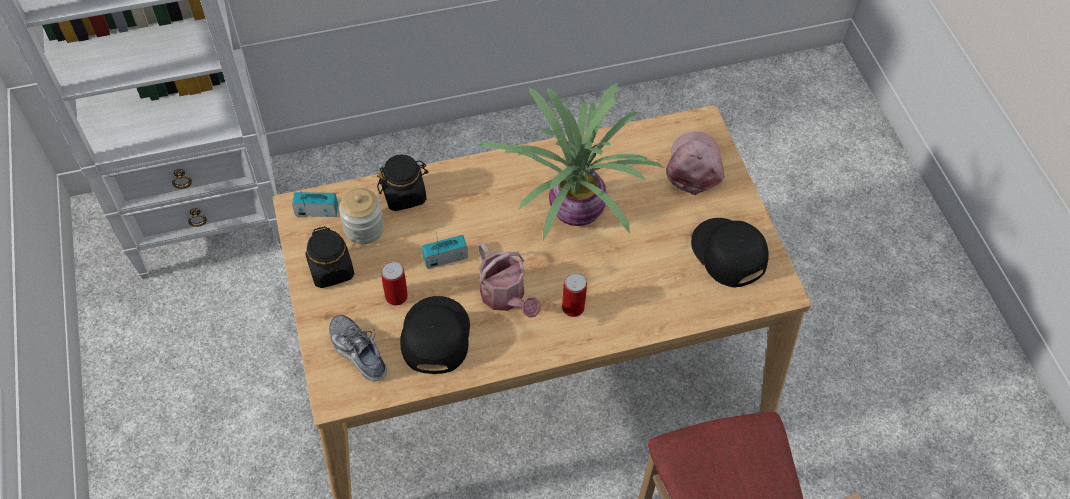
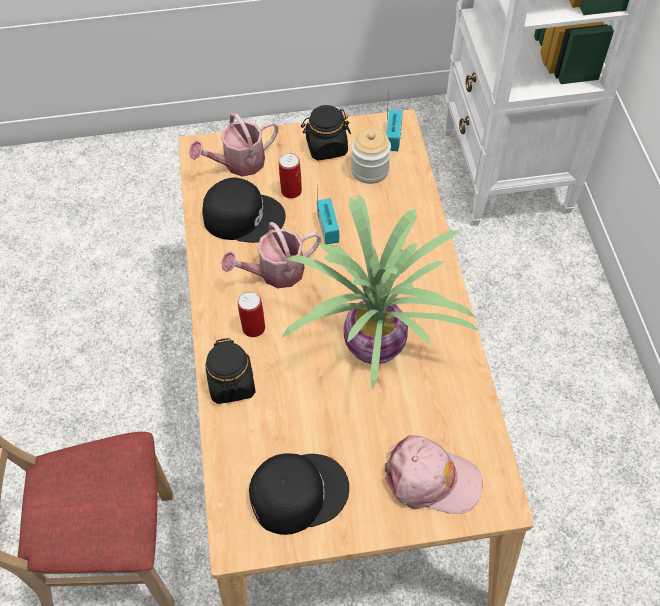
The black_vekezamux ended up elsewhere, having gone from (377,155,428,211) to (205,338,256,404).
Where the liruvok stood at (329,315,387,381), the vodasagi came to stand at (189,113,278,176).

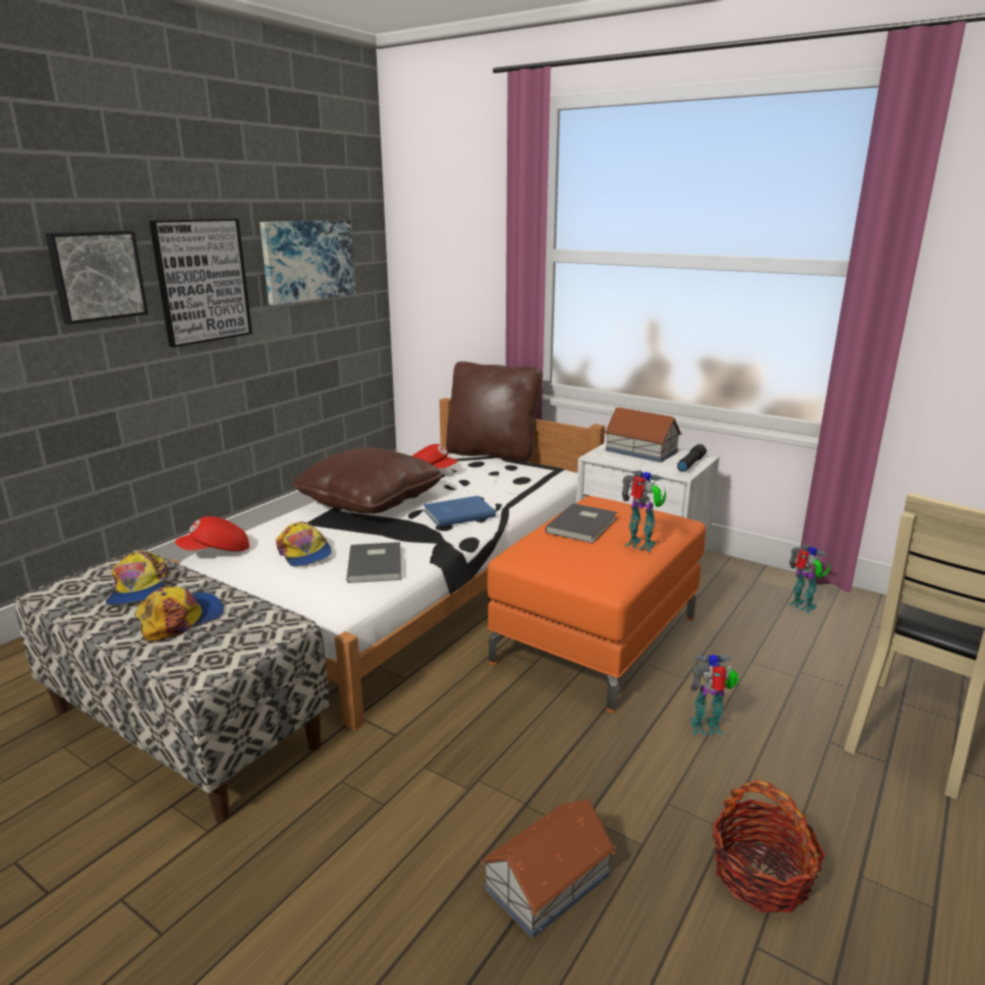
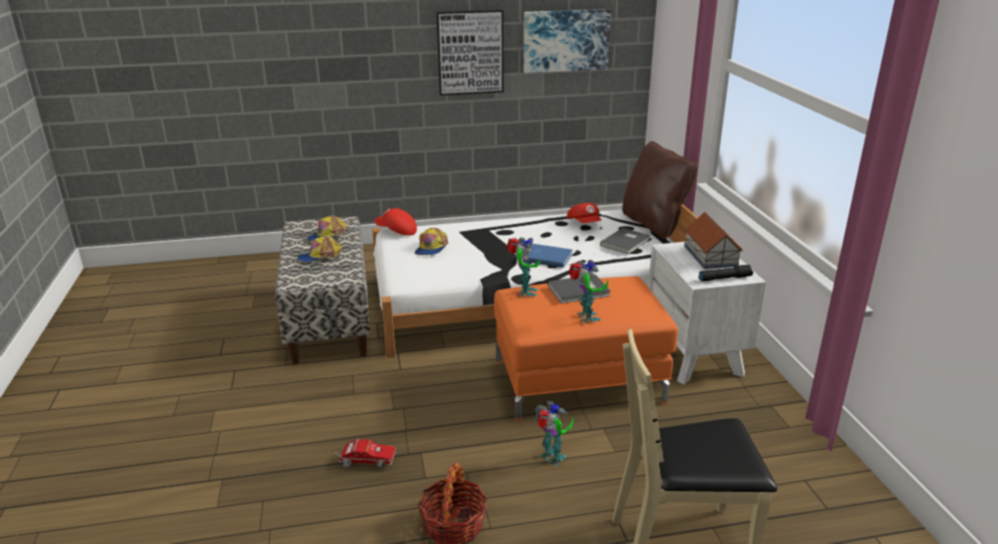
The second view lost the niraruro at (45,231,148,325).
The second view lost the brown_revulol at (291,447,443,514).
The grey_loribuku ended up elsewhere, having gone from (346,542,401,583) to (600,228,651,254).
The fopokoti ended up elsewhere, having gone from (788,544,830,613) to (506,237,541,296).
Where the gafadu stood at (480,799,616,938), the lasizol came to stand at (335,438,396,468).
The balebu at (135,586,224,641) ended up facing another way, 150 degrees clockwise from before.

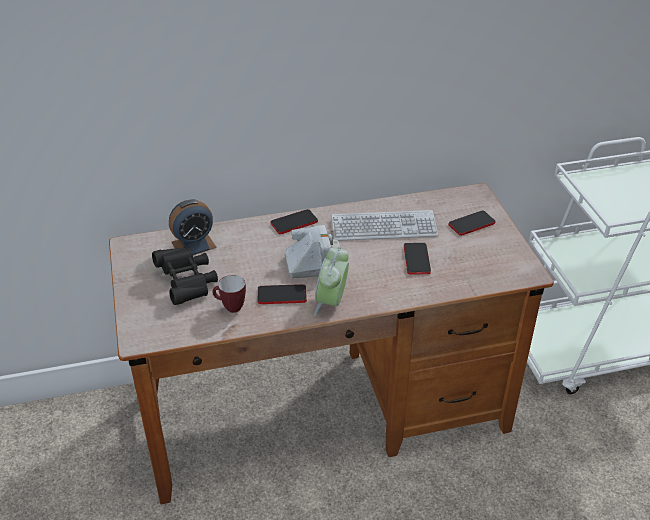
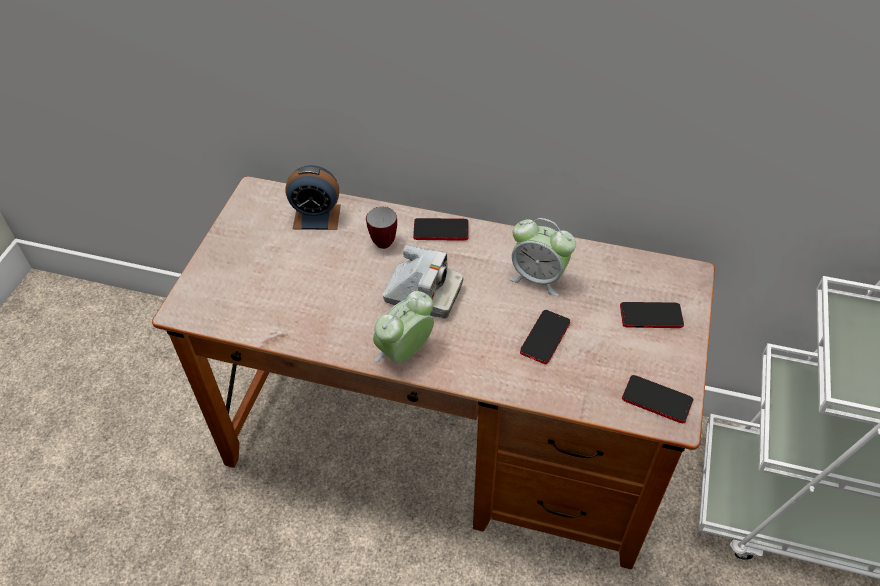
The second view lost the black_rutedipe at (152,247,218,305).
The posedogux ended up elsewhere, having gone from (212,275,246,313) to (366,207,397,249).
The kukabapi ended up elsewhere, having gone from (258,284,307,304) to (622,375,693,423).
Where the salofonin stood at (331,210,438,241), the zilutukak came to stand at (509,218,576,296).

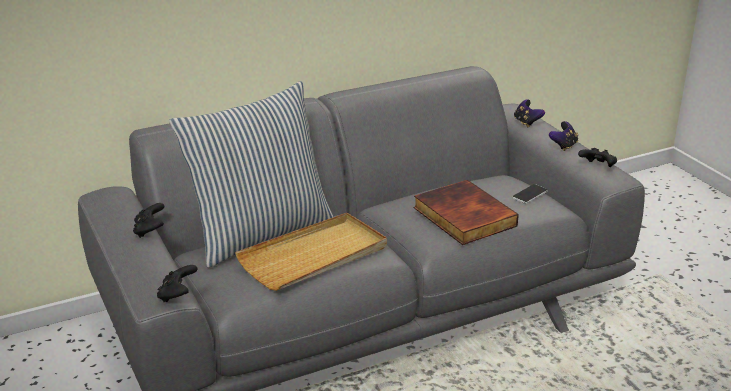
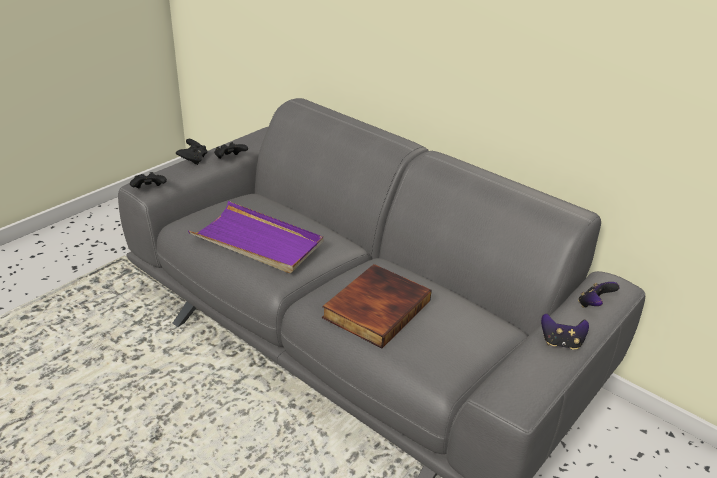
The second view lost the revulol at (169,81,334,268).
The second view lost the kukabapi at (512,184,548,204).
The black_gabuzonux ended up elsewhere, having gone from (578,148,617,167) to (176,139,208,165).
What was the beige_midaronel at (235,213,387,291) turned into the purple_midaronel at (188,201,323,273).

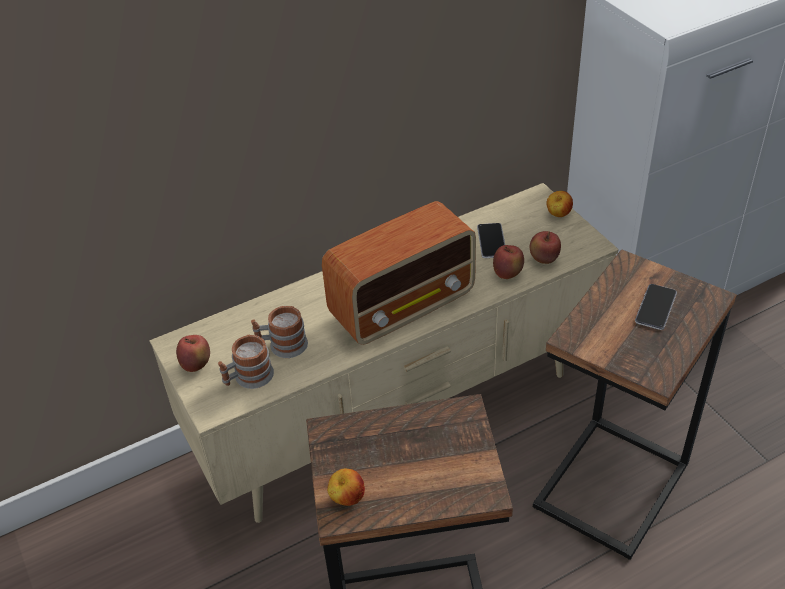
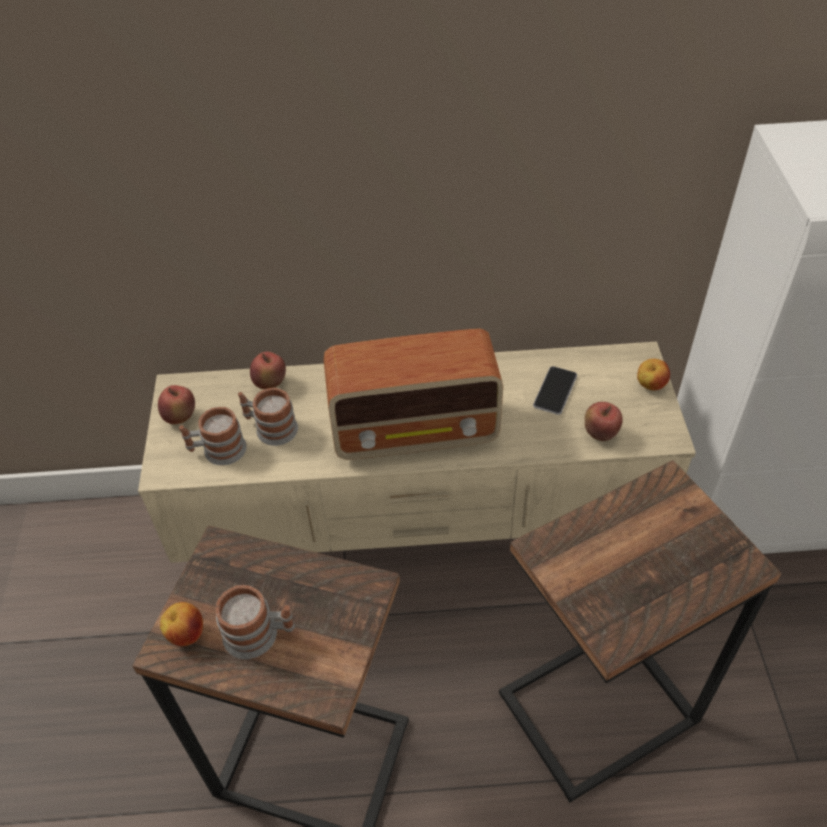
The second view lost the kukabapi at (635,284,677,330).
The second view gained the posedogux at (215,585,295,659).
The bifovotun ended up elsewhere, having gone from (493,245,524,279) to (250,351,286,389).

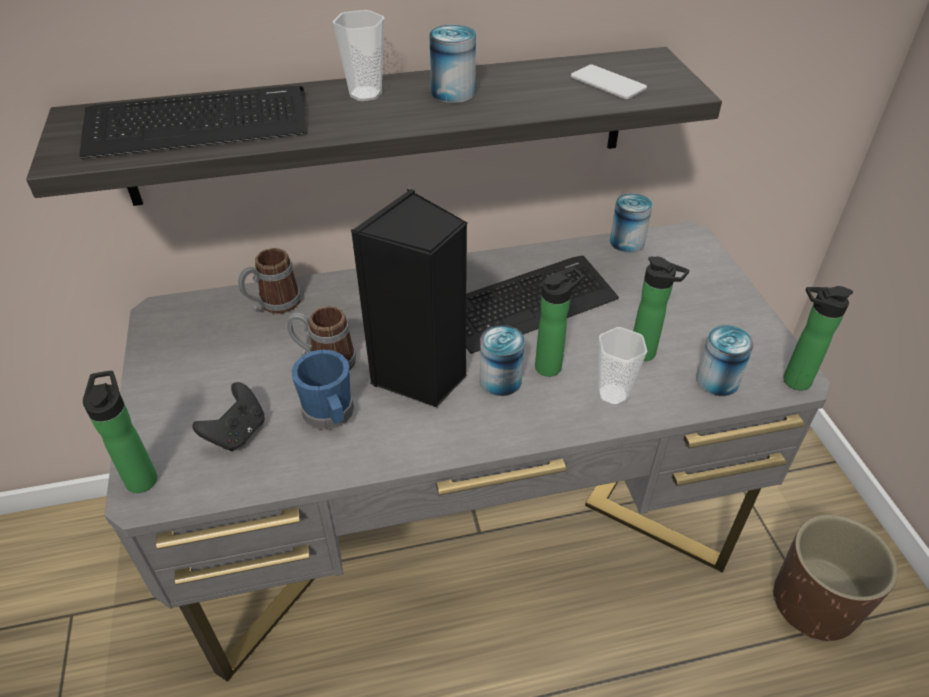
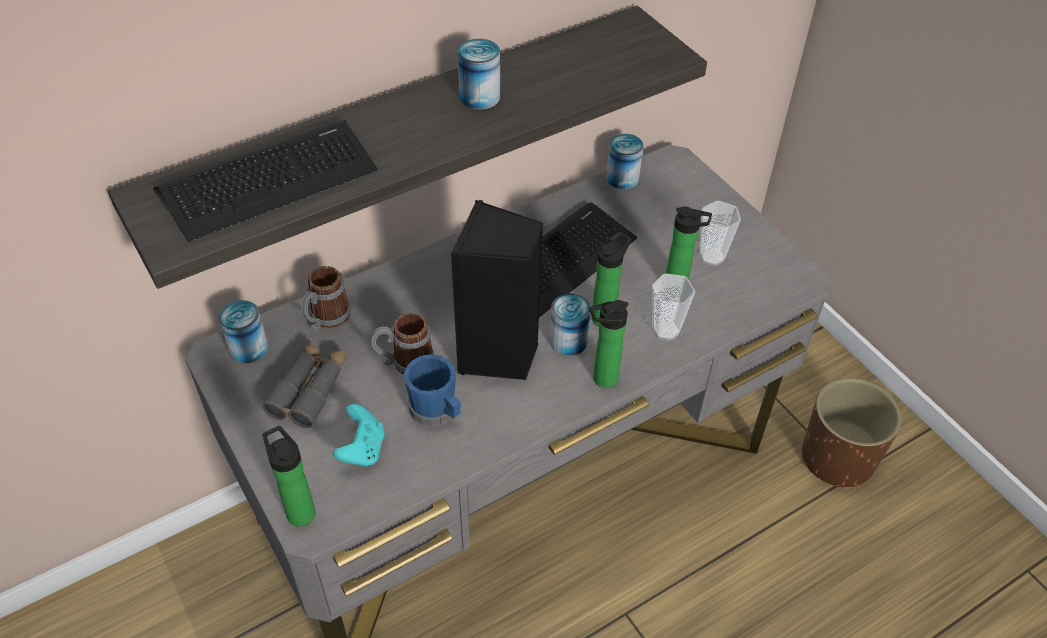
The second view lost the kukabapi at (571,65,647,99).
The second view gained the grey_rutedipe at (262,341,347,428).
The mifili ended up elsewhere, having gone from (333,10,385,101) to (700,201,741,266).
The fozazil ended up elsewhere, having gone from (696,325,754,396) to (219,300,268,364).
The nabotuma ended up elsewhere, having gone from (783,286,853,390) to (589,300,628,388).
What was the black_gabuzonux at (192,382,265,451) turned into the turquoise_gabuzonux at (333,404,385,467).

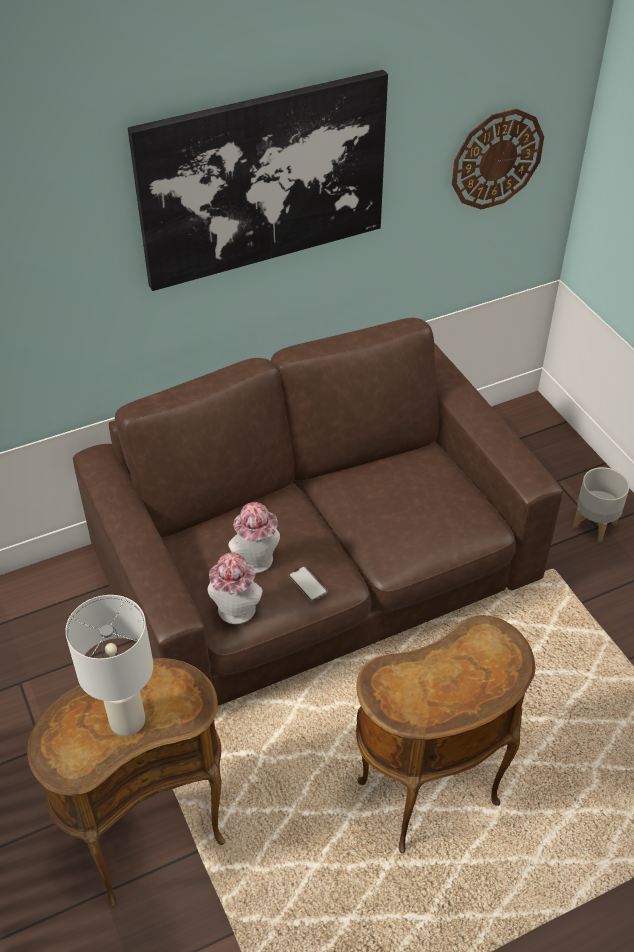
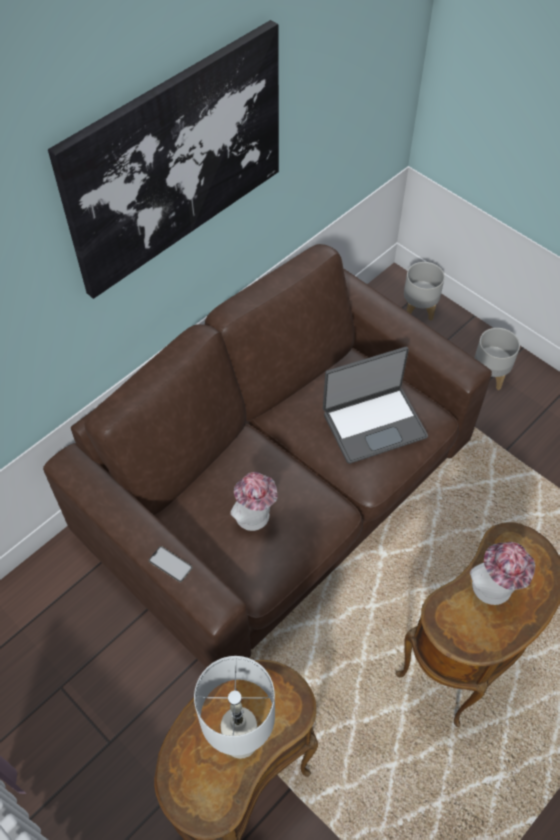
The second view lost the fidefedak at (452,109,544,209).
The second view gained the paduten at (323,347,428,464).
The second view gained the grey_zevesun at (404,262,445,321).
The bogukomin ended up elsewhere, having gone from (208,552,263,624) to (470,542,535,605).
The kukabapi ended up elsewhere, having gone from (288,566,328,601) to (149,546,193,582).

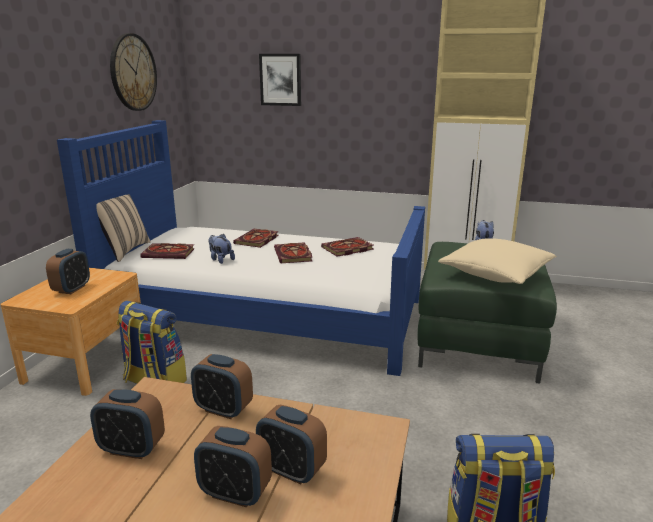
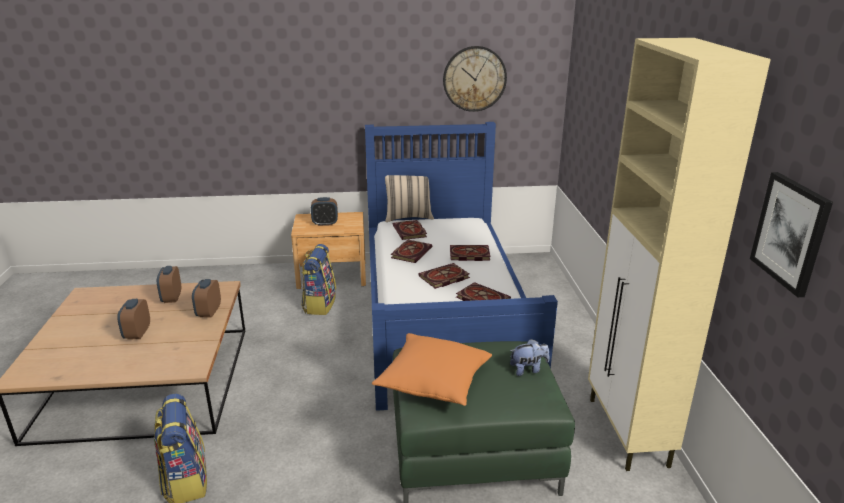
The second view lost the zilutukak at (256,405,327,484).
The niraruro ended up elsewhere, having gone from (259,54,301,106) to (750,172,833,297).
Where the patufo stood at (208,233,235,264), the loribuku came to stand at (391,240,432,263).
What was the beige_revulol at (438,238,557,284) turned into the orange_revulol at (372,333,492,406).

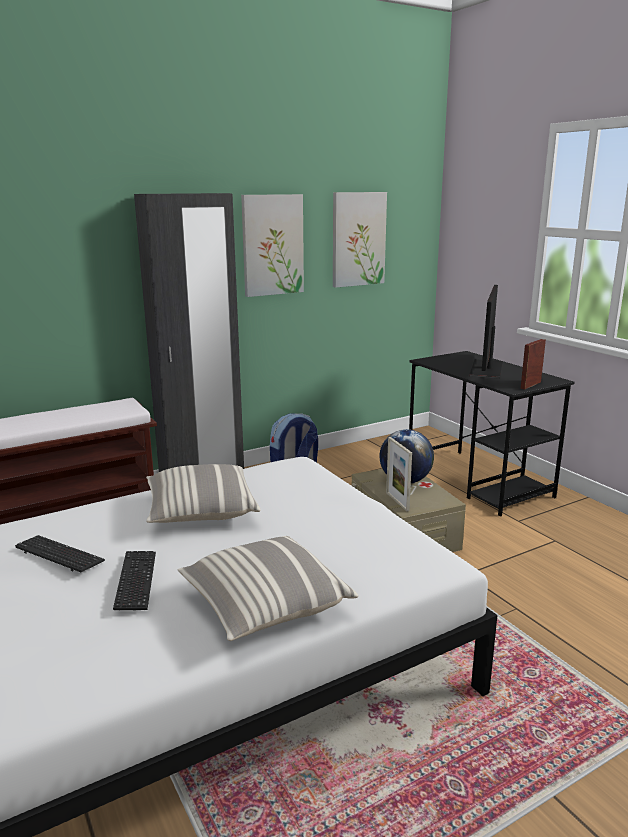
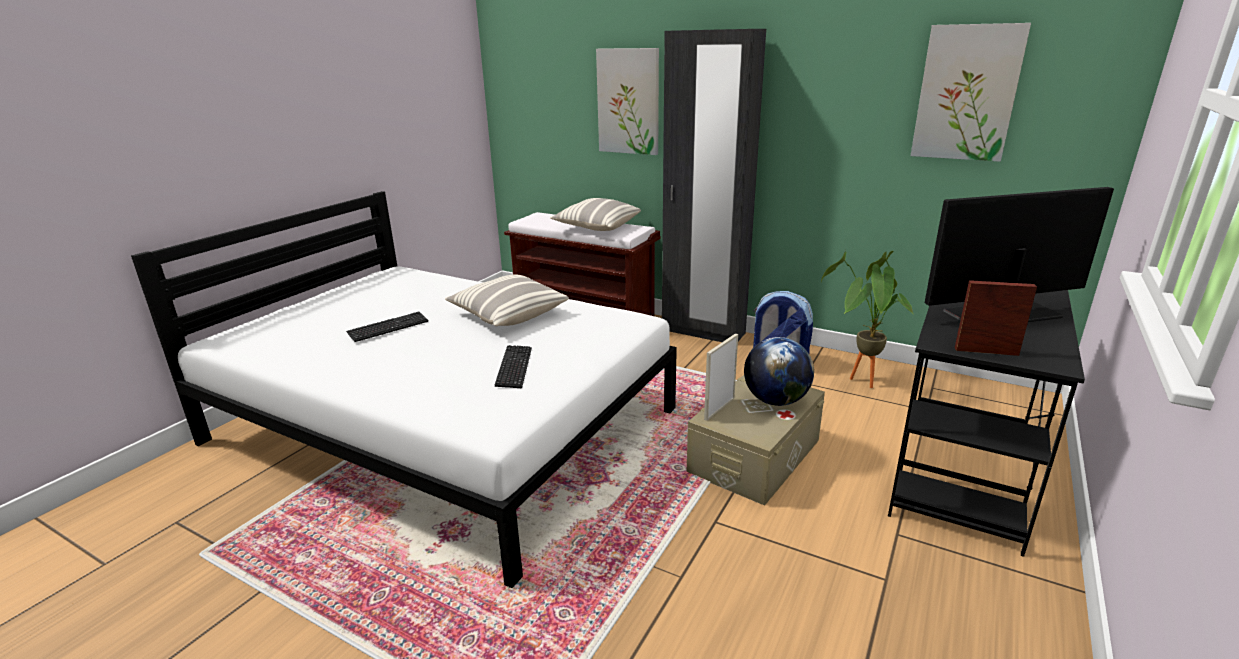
The second view gained the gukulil at (820,250,914,388).
The salofonin ended up elsewhere, having gone from (15,535,105,572) to (494,345,532,388).
The revulol ended up elsewhere, having gone from (177,536,358,641) to (550,198,641,231).
The niraruro ended up elsewhere, having gone from (241,194,304,297) to (596,48,659,155).

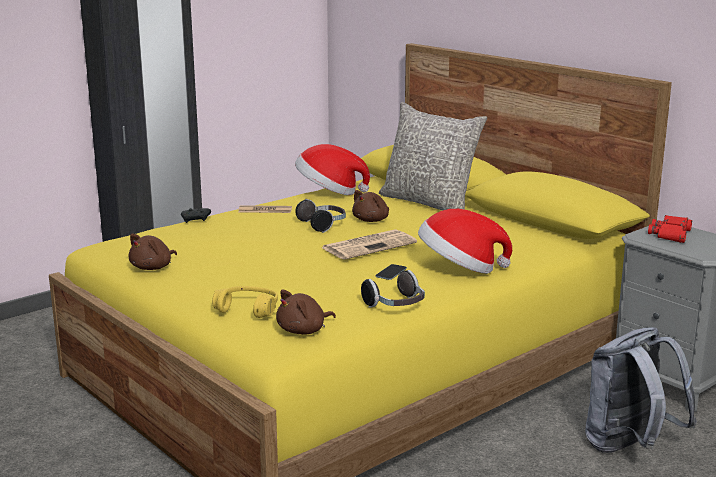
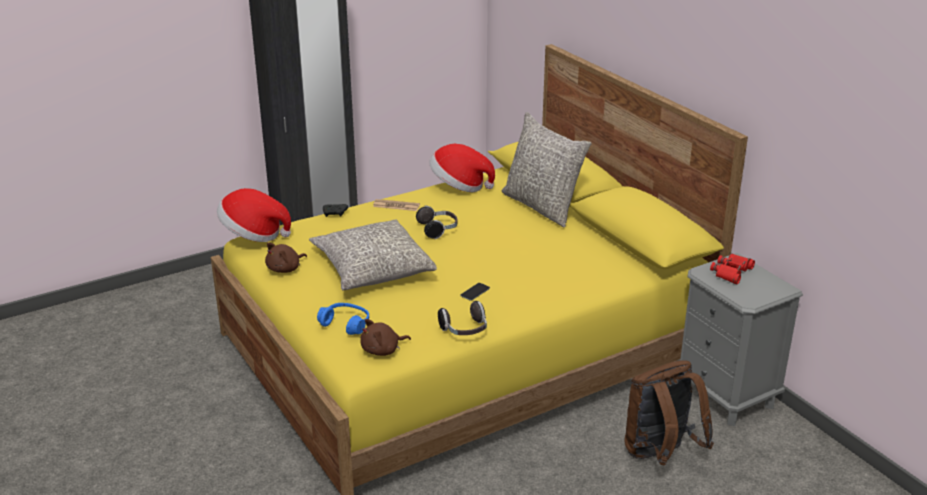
The second view lost the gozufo at (322,229,417,260).
The second view lost the brown_patufo at (352,190,389,222).
The second view gained the grey_revulol at (309,219,437,291).
The bogukomin ended up elsewhere, having gone from (418,209,512,274) to (217,188,291,242).
What was the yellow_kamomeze at (212,286,278,318) turned into the blue_kamomeze at (317,303,369,335).
What was the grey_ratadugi at (585,327,697,453) turned into the brown_ratadugi at (625,360,714,466).

